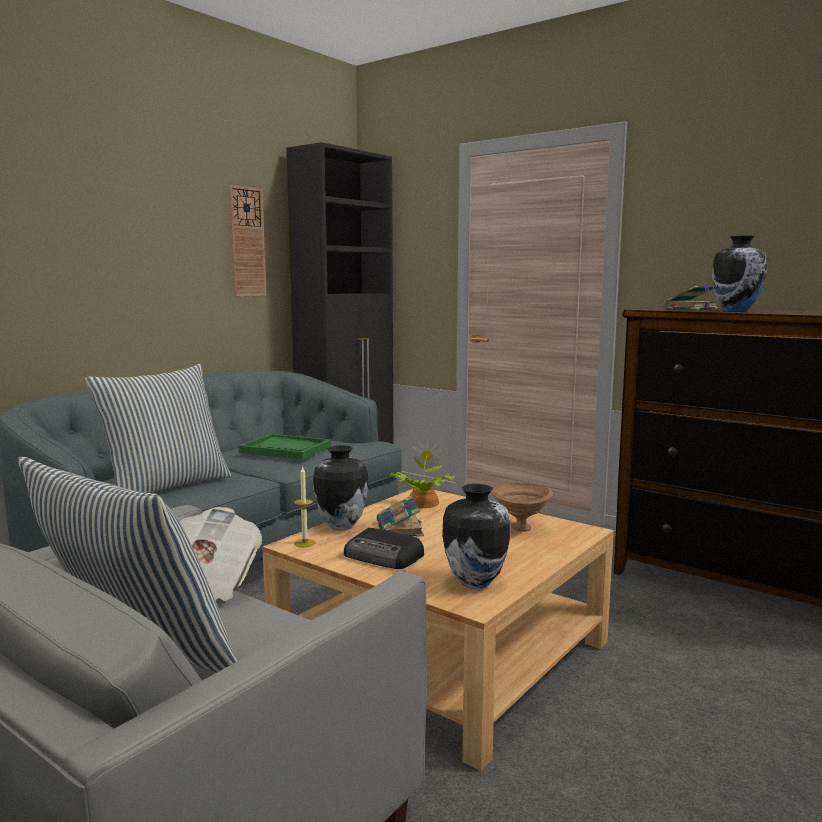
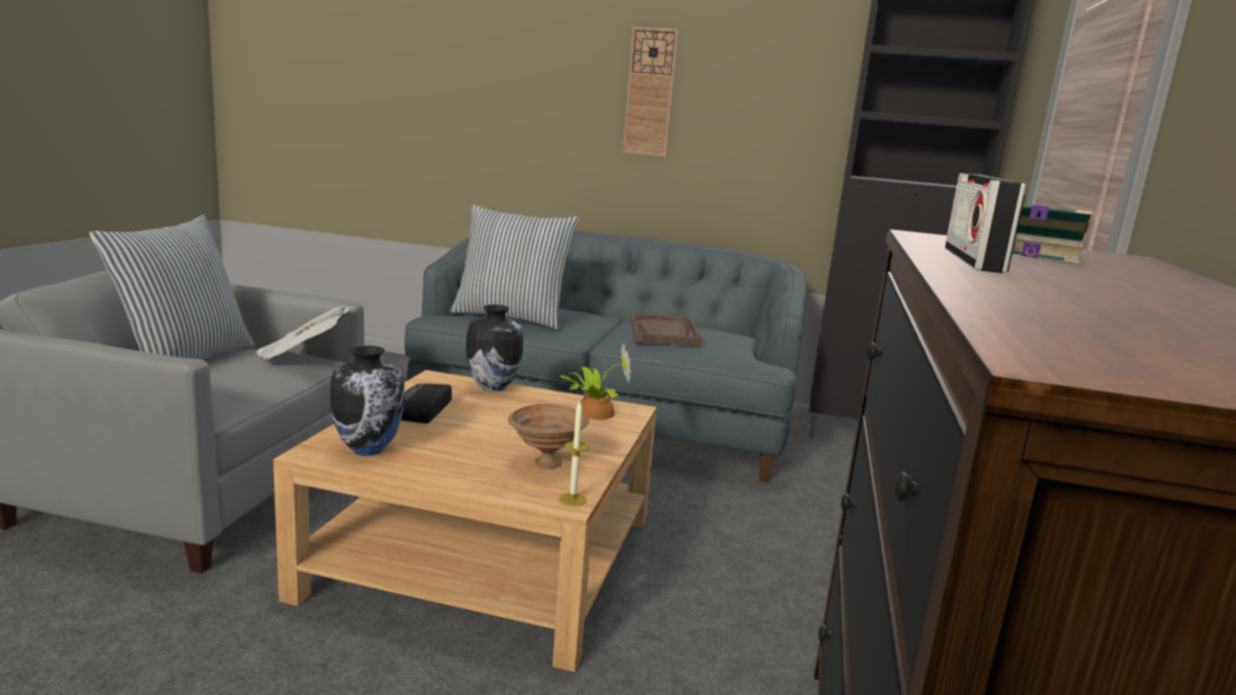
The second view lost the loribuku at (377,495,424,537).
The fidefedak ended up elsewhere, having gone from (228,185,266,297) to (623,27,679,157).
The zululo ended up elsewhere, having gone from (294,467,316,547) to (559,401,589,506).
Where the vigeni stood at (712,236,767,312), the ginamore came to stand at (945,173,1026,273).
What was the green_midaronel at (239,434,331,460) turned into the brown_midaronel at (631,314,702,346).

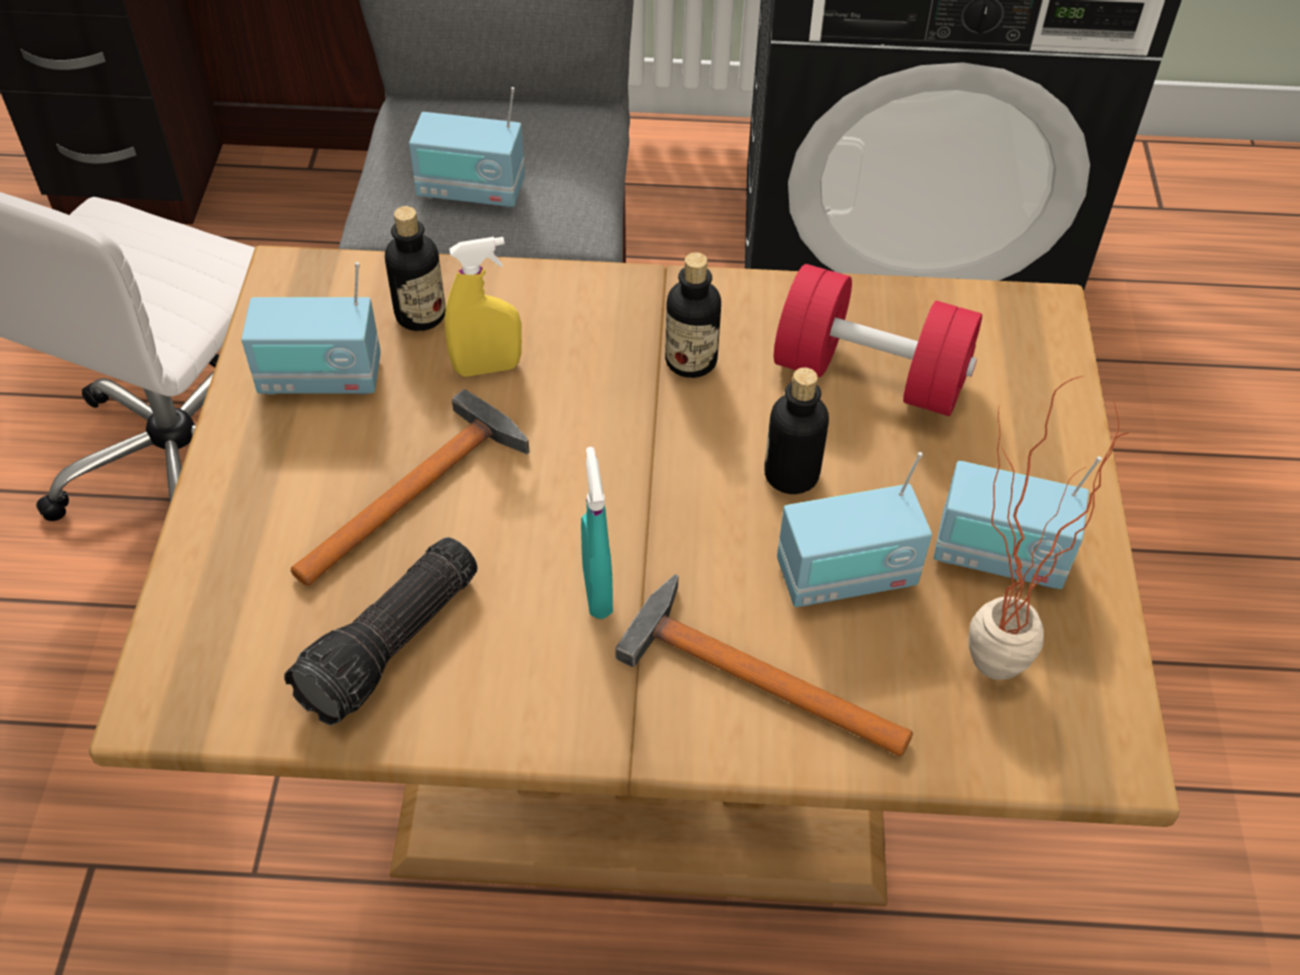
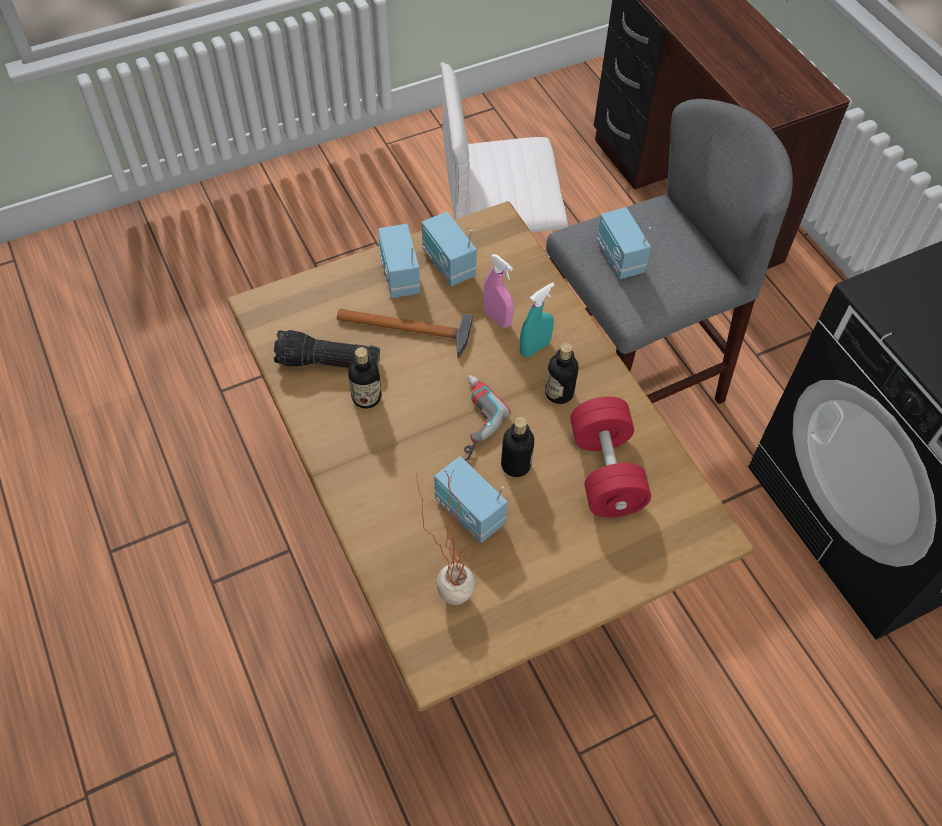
The second view lost the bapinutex at (615,574,913,757).
The second view gained the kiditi at (464,375,511,461).
The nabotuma ended up elsewhere, having gone from (385,206,446,331) to (348,347,382,408).
The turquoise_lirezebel ended up elsewhere, having gone from (581,447,613,619) to (520,282,555,357).
The ginamore ended up elsewhere, having gone from (934,456,1102,589) to (378,224,420,298).
What was the yellow_lirezebel at (445,237,522,377) turned into the pink_lirezebel at (483,254,514,328).

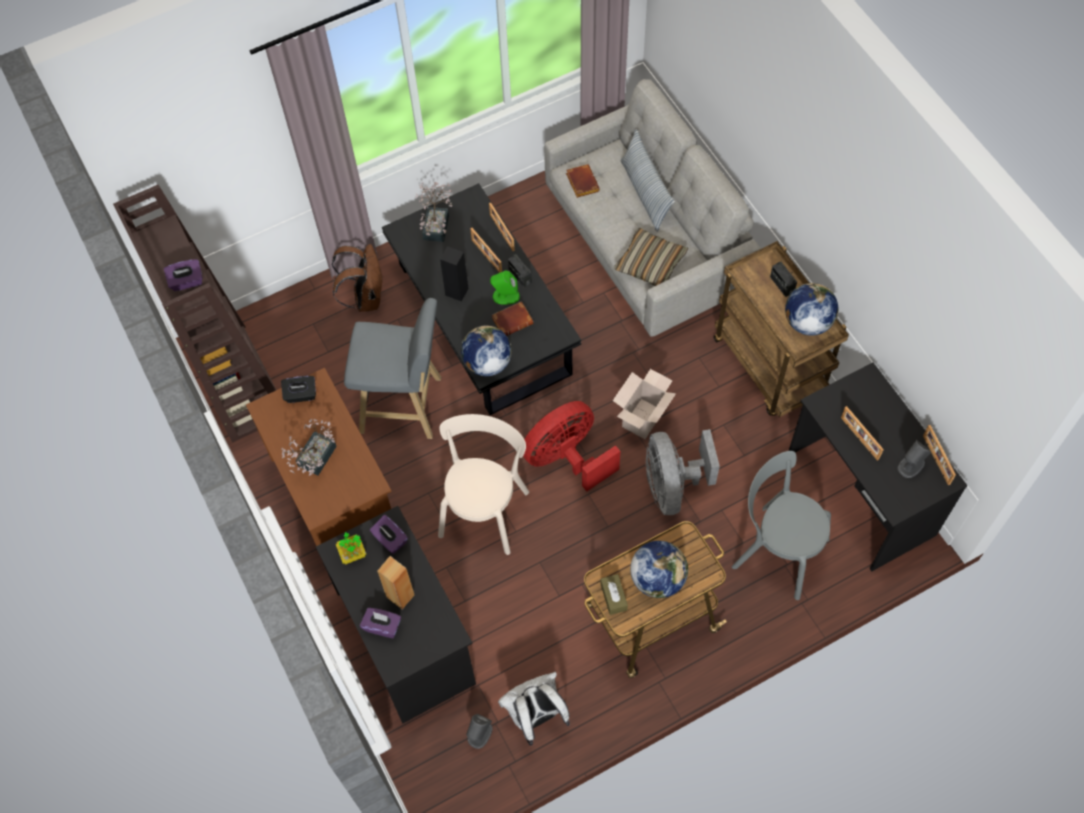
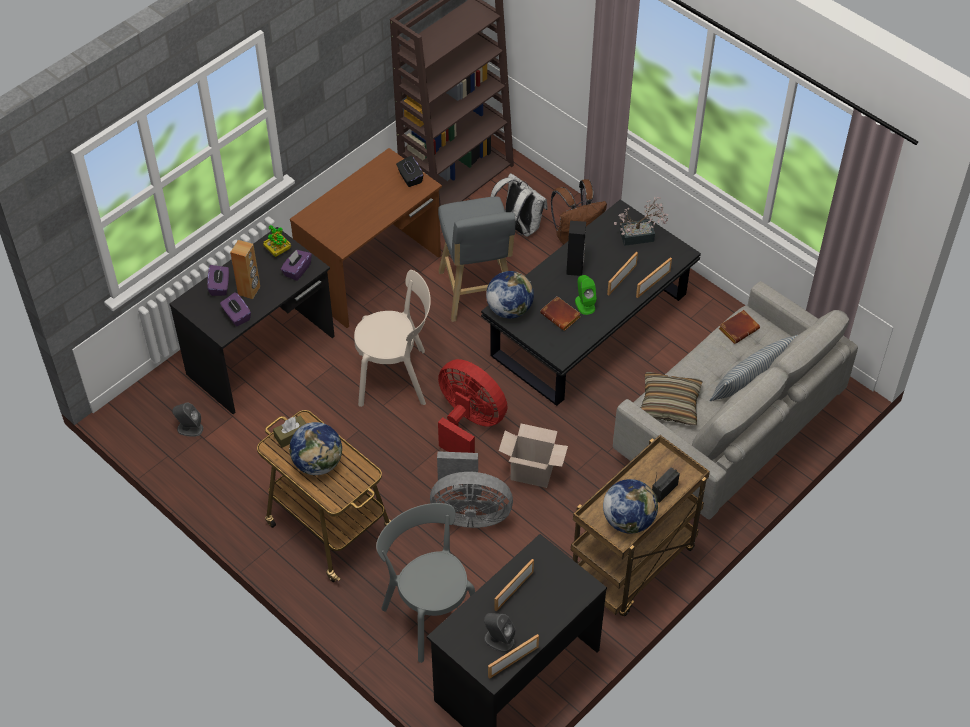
The second view lost the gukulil at (281,419,337,476).
The second view lost the ginamore at (508,254,532,287).
The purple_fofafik ended up elsewhere, having gone from (164,259,202,291) to (220,292,251,326).
The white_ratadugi ended up elsewhere, having gone from (498,672,570,746) to (491,173,548,237).
The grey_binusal at (646,429,720,515) ended up facing another way, 150 degrees counterclockwise from before.
The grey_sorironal at (732,451,831,600) ended up facing another way, 45 degrees counterclockwise from before.

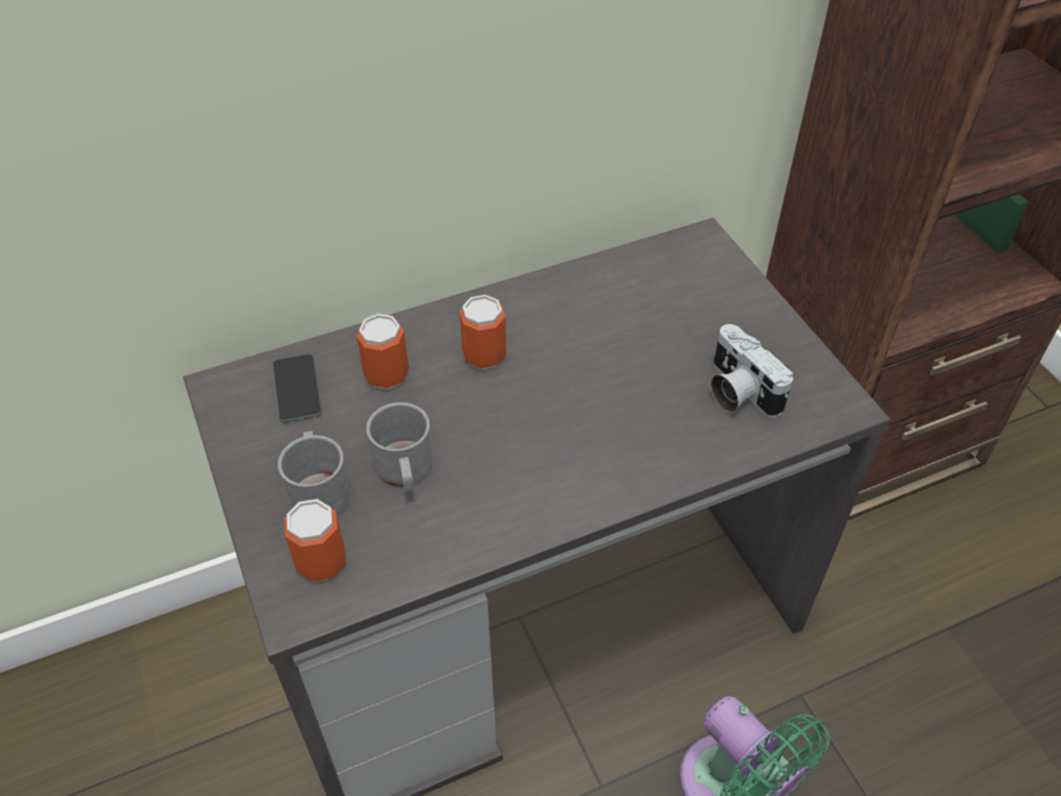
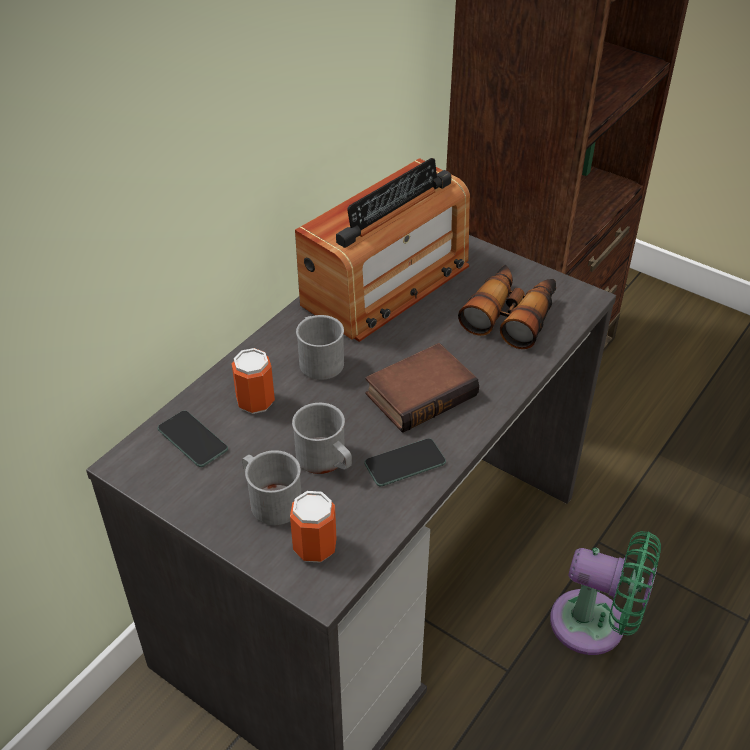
The second view gained the ginamore at (295,158,470,342).
The second view gained the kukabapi at (364,438,446,486).
The second view gained the loribuku at (365,343,479,433).
Where the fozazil stood at (460,295,507,370), the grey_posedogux came to stand at (296,315,344,380).
Where the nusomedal stood at (711,324,793,418), the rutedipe came to stand at (458,265,556,349).

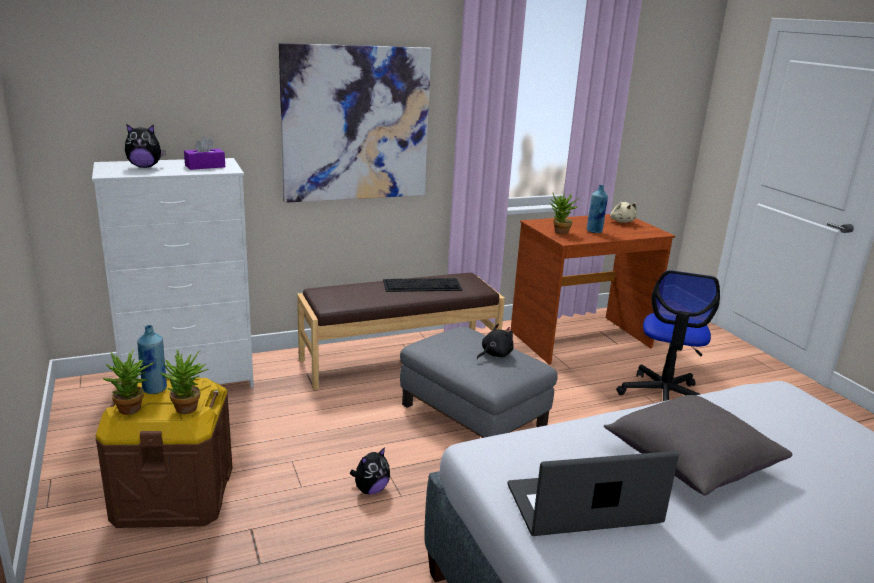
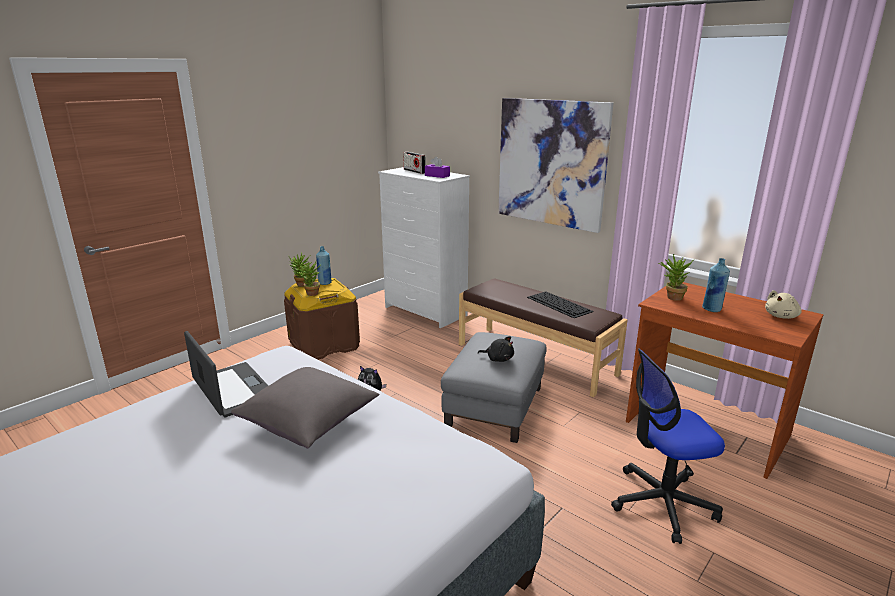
Where the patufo stood at (125,124,166,168), the ginamore came to stand at (403,152,426,174).

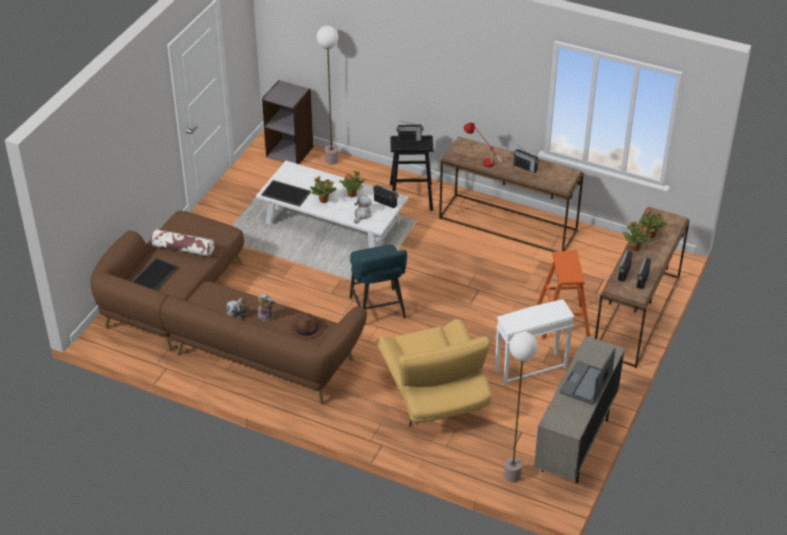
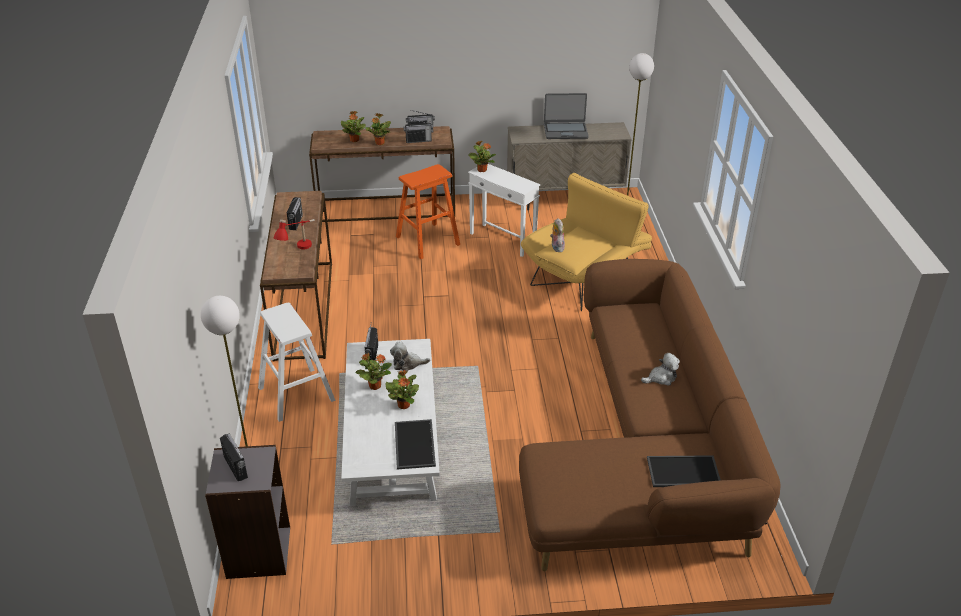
The second view lost the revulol at (151,229,214,257).
The second view lost the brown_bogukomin at (291,313,323,340).
The second view lost the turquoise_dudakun at (350,245,407,318).
The second view gained the gukulil at (468,141,496,172).
The patufo ended up elsewhere, having gone from (258,293,275,322) to (550,218,565,253).
The ginamore ended up elsewhere, having gone from (396,121,424,142) to (220,433,248,481).
What was the black_dudakun at (390,136,433,211) turned into the white_dudakun at (258,303,336,422).

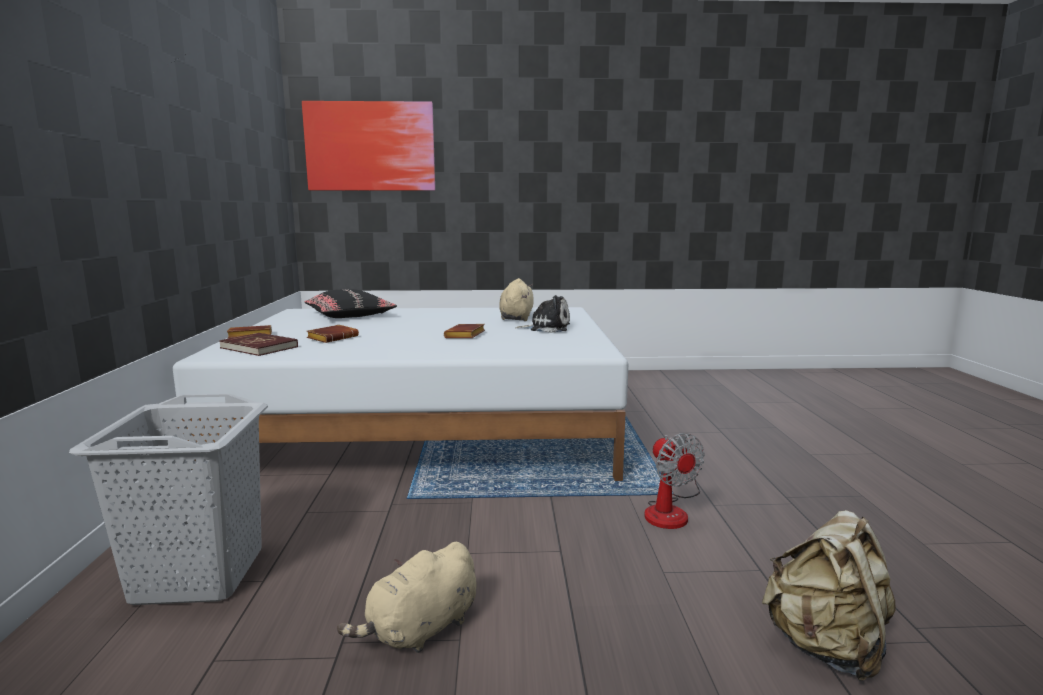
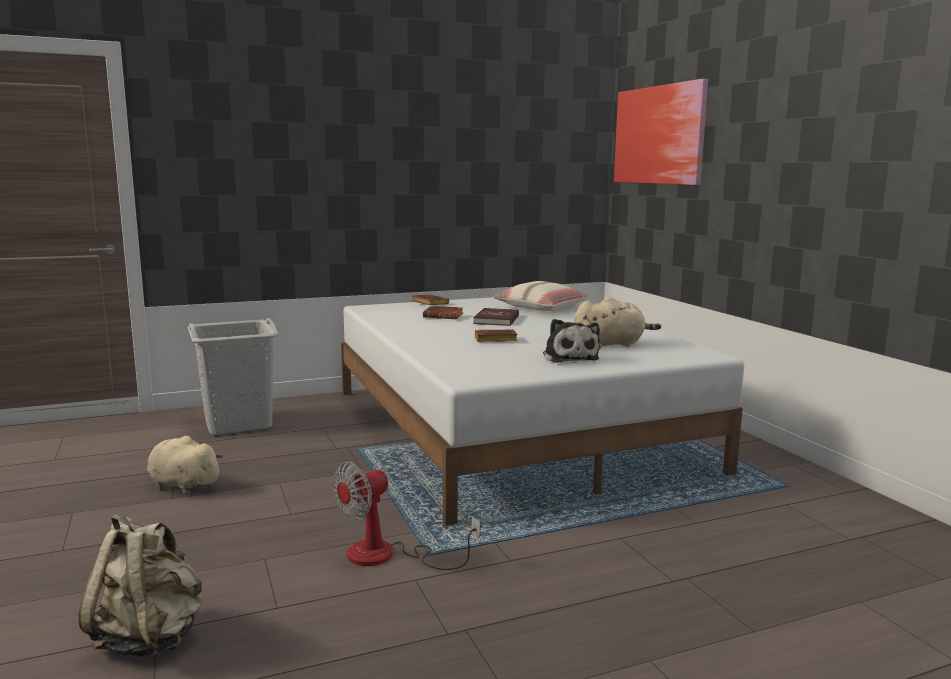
The red_loribuku ended up elsewhere, having gone from (219,333,298,356) to (473,308,519,326).
What was the black_revulol at (305,289,397,318) turned into the beige_revulol at (492,281,590,311).

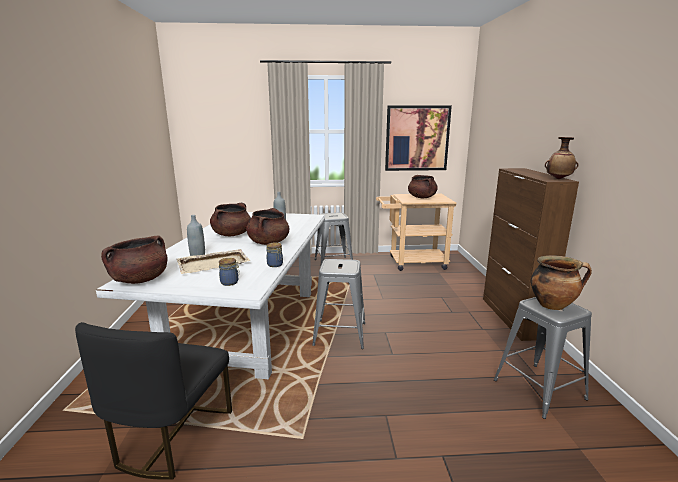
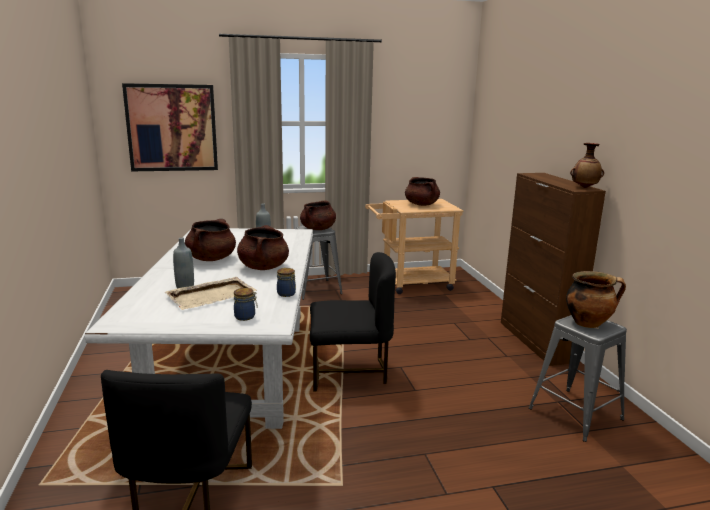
The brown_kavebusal ended up elsewhere, having gone from (101,236,168,284) to (300,200,336,230).
The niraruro ended up elsewhere, having gone from (385,105,452,171) to (122,83,218,171).
Where the grey_dudakun stood at (312,259,365,349), the black_sorironal came to stand at (310,252,396,391).

